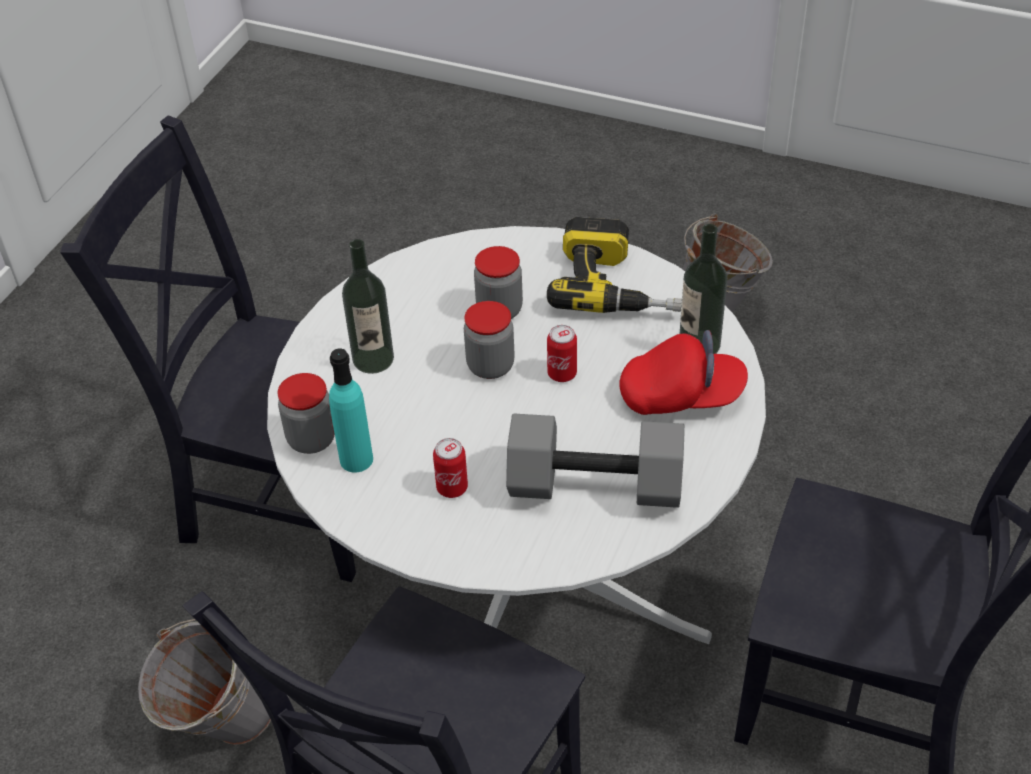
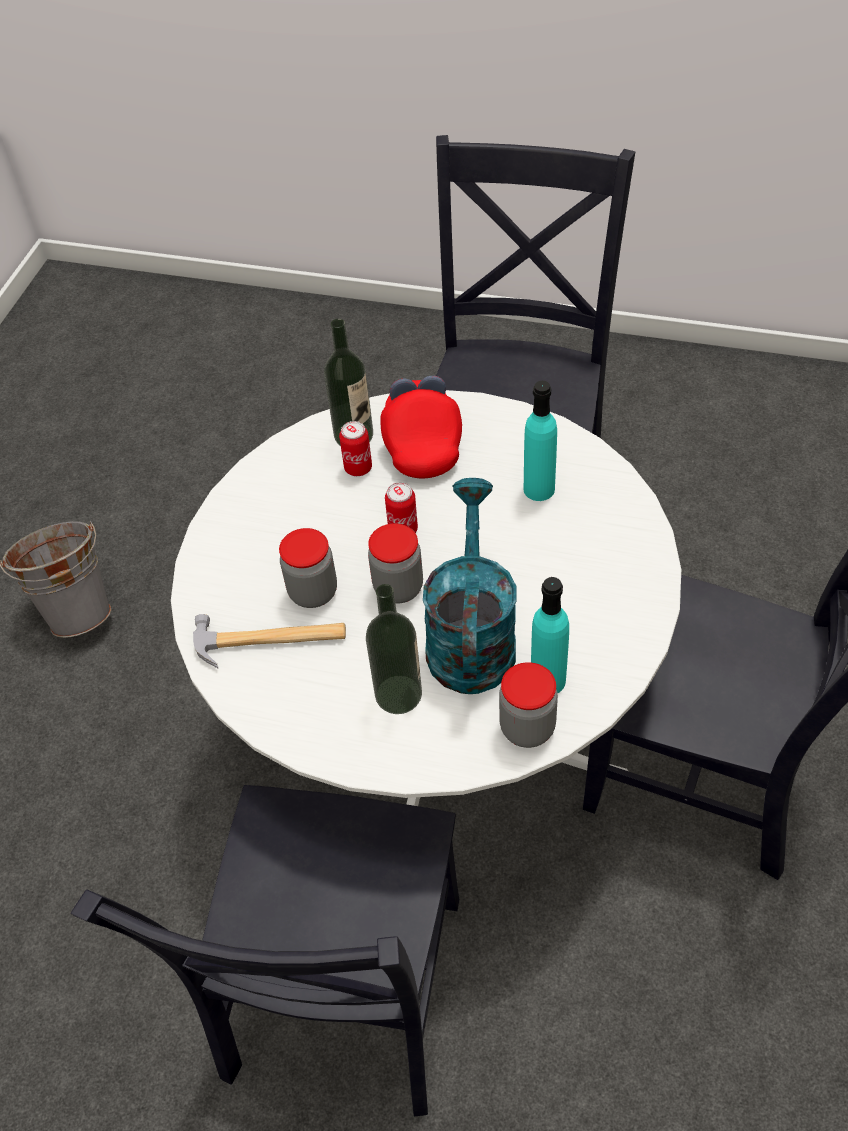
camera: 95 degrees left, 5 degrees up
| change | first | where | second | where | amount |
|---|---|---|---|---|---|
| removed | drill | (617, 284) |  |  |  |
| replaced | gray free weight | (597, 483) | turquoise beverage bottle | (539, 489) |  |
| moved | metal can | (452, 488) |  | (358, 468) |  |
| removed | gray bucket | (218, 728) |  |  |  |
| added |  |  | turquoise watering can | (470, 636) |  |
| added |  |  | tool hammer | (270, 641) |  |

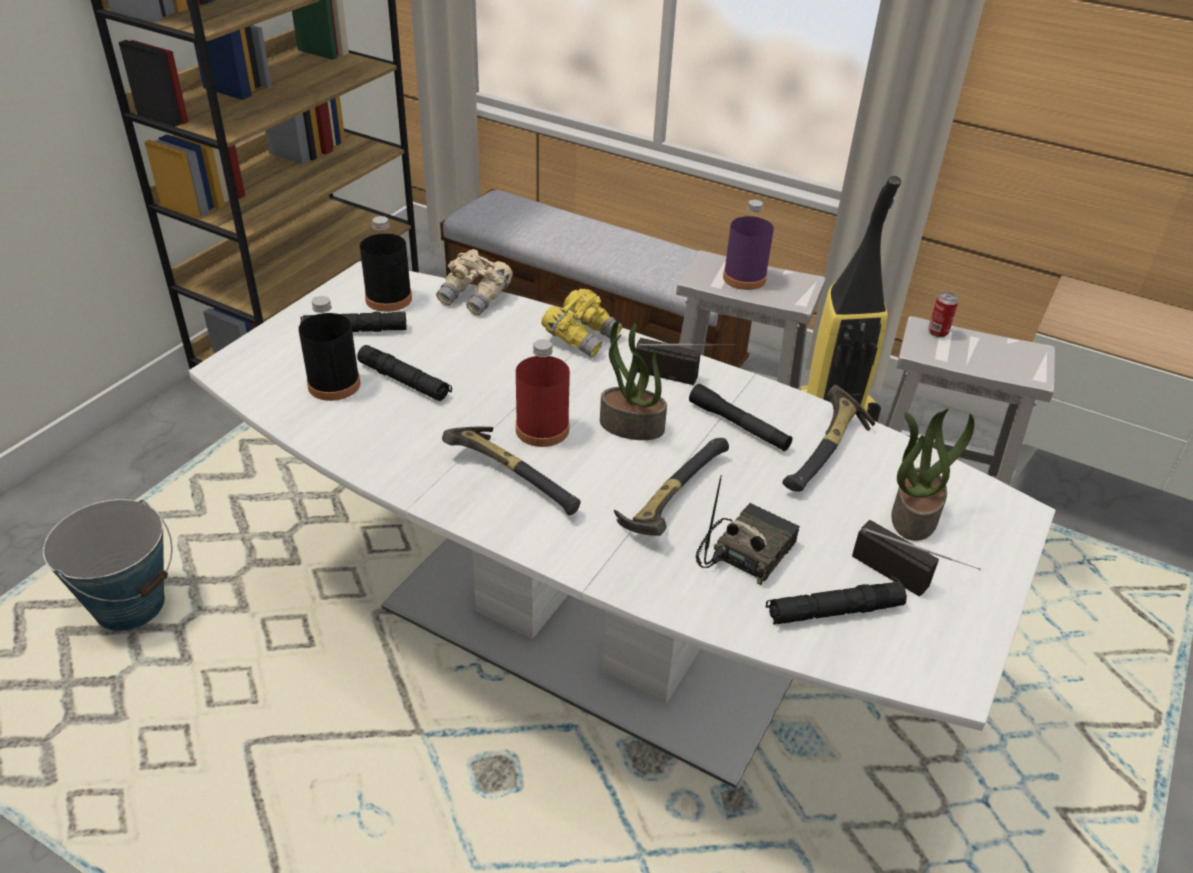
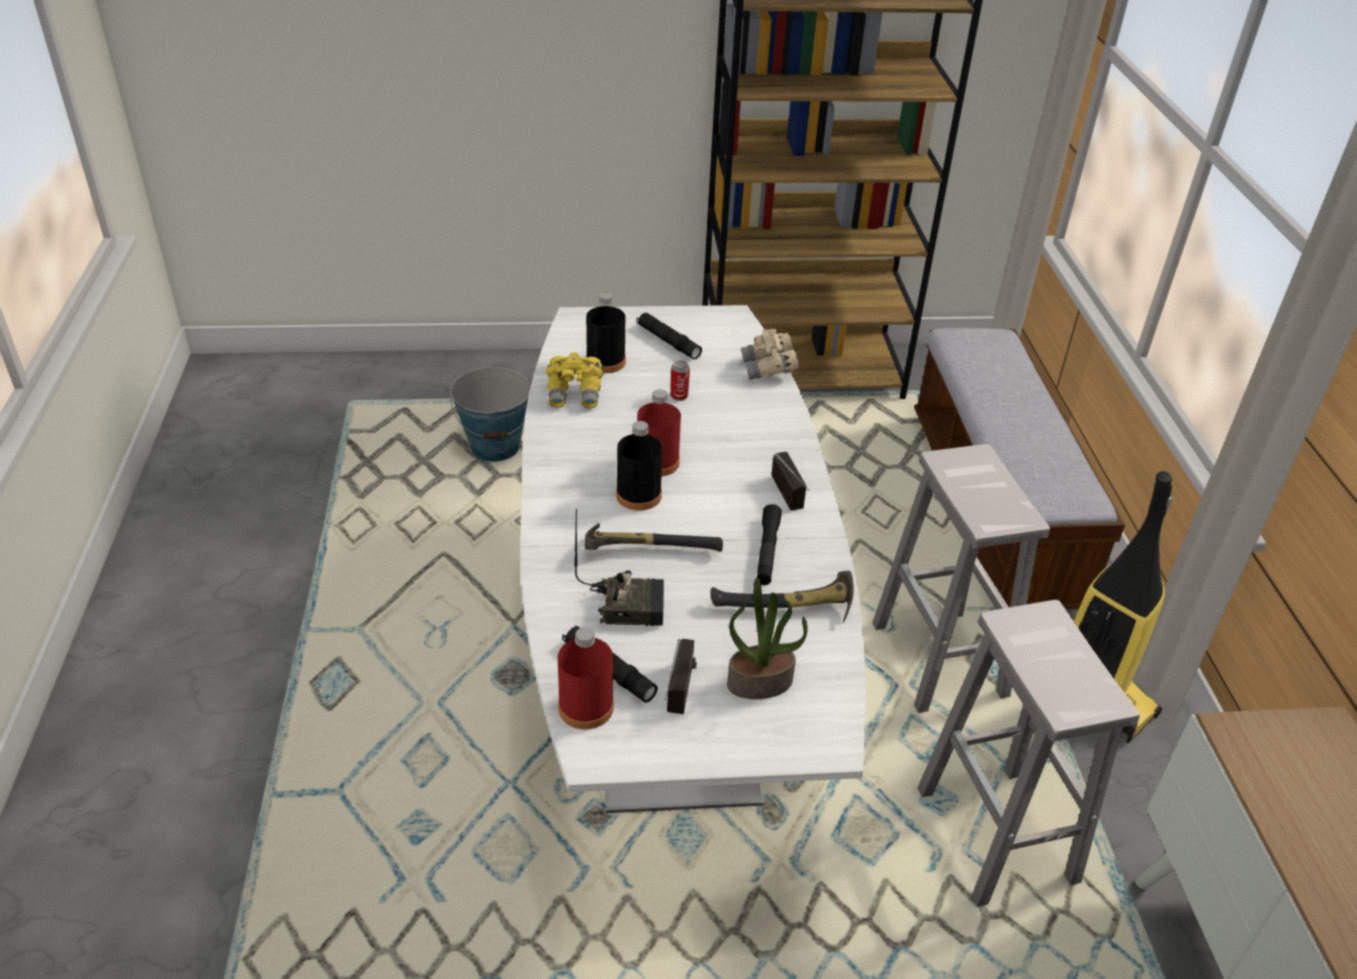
camera: 55 degrees right, 0 degrees up
| change | first | where | second | where | amount |
|---|---|---|---|---|---|
| removed | purple-coloured beverage bottle | (744, 278) |  |  |  |
| moved | blackish beverage bottle | (389, 299) |  | (638, 495) |  |
| moved | yellow pair of binoculars | (581, 337) |  | (575, 394) |  |
| moved | metal can | (938, 332) |  | (679, 396) |  |
| removed | potted plant | (630, 426) |  |  |  |
| removed | blackish flashlight | (404, 381) |  |  |  |
| removed | tool hammer | (515, 475) |  |  |  |
| added |  |  | reddish beverage bottle | (586, 707) |  |

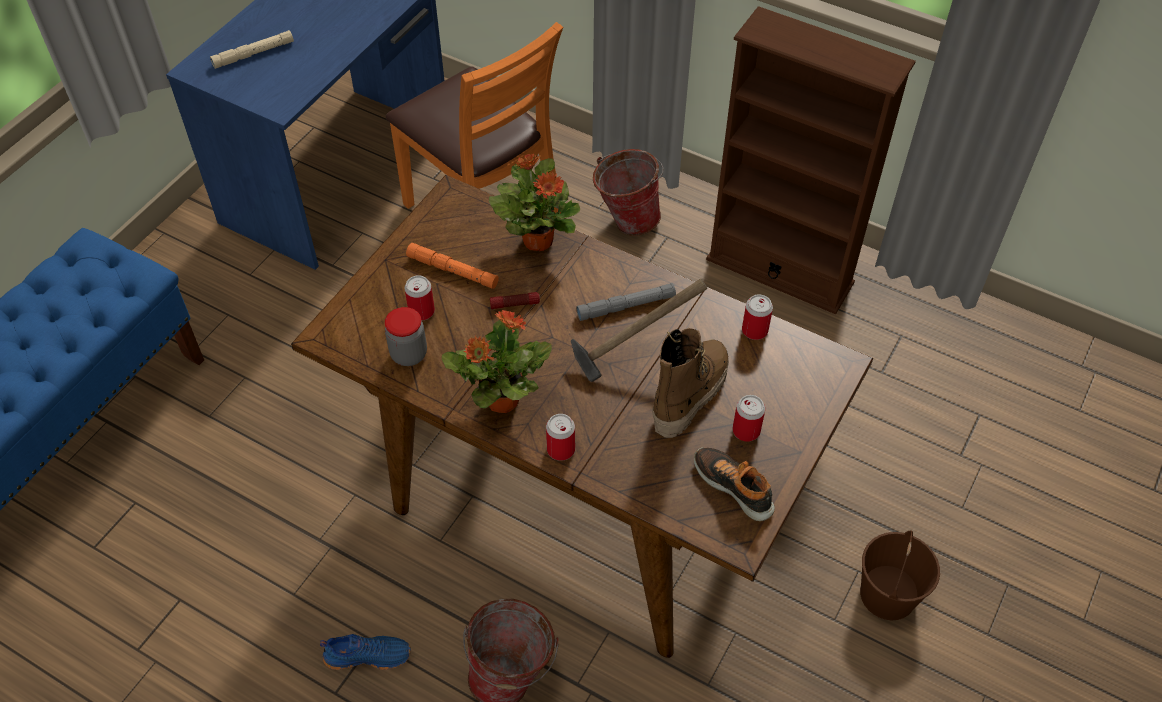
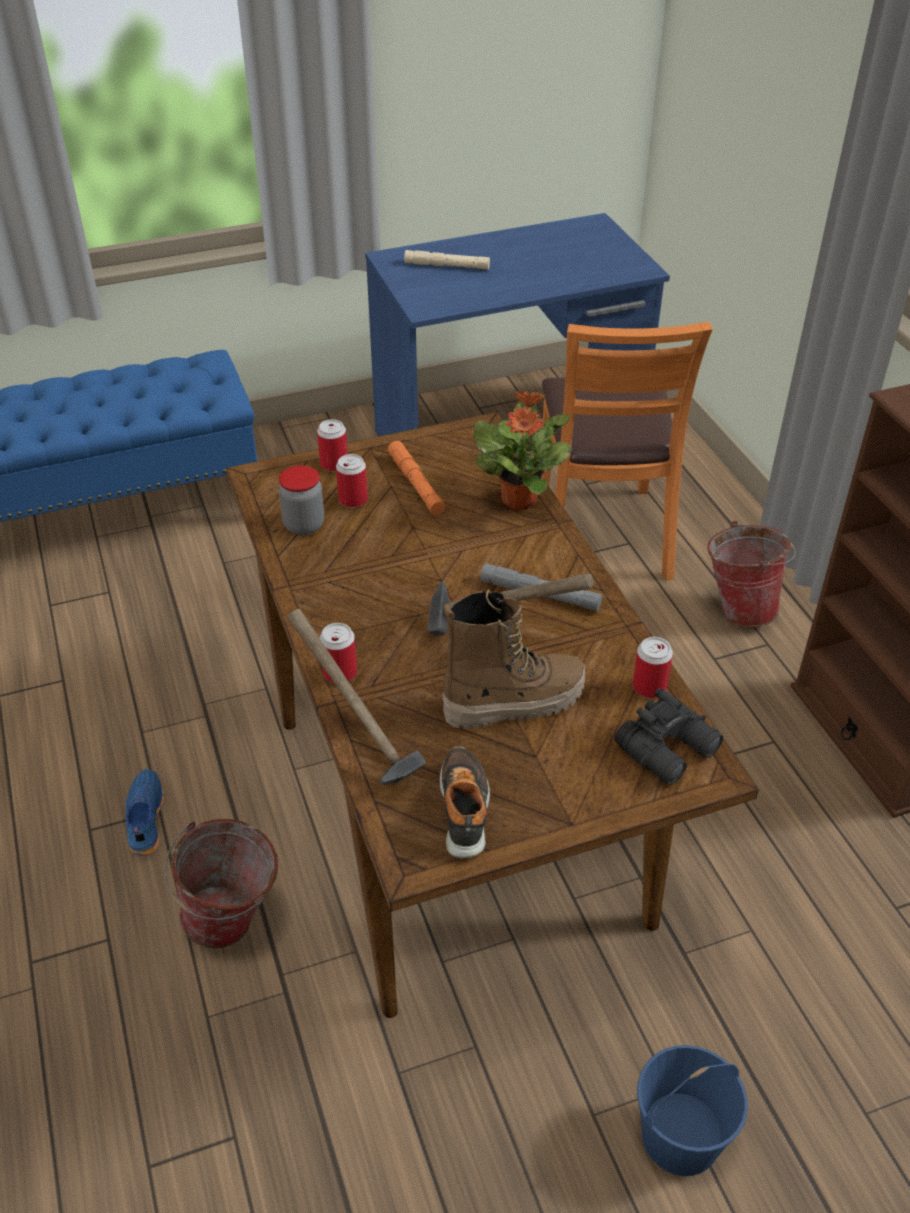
camera: 40 degrees right, 10 degrees down
| change | first | where | second | where | amount |
|---|---|---|---|---|---|
| removed | flashlight | (515, 304) |  |  |  |
| removed | potted plant | (501, 400) |  |  |  |
| moved | metal can | (746, 430) |  | (334, 464) |  |
| recoloured | brown bucket | (888, 595) | bluish bucket | (680, 1137) |  |
| turned | bluish item of footwear | (368, 655) |  | (144, 819) | 135 degrees counterclockwise |
| added |  |  | tool hammer | (357, 743) |  |
| added |  |  | blackish pair of binoculars | (670, 749) |  |

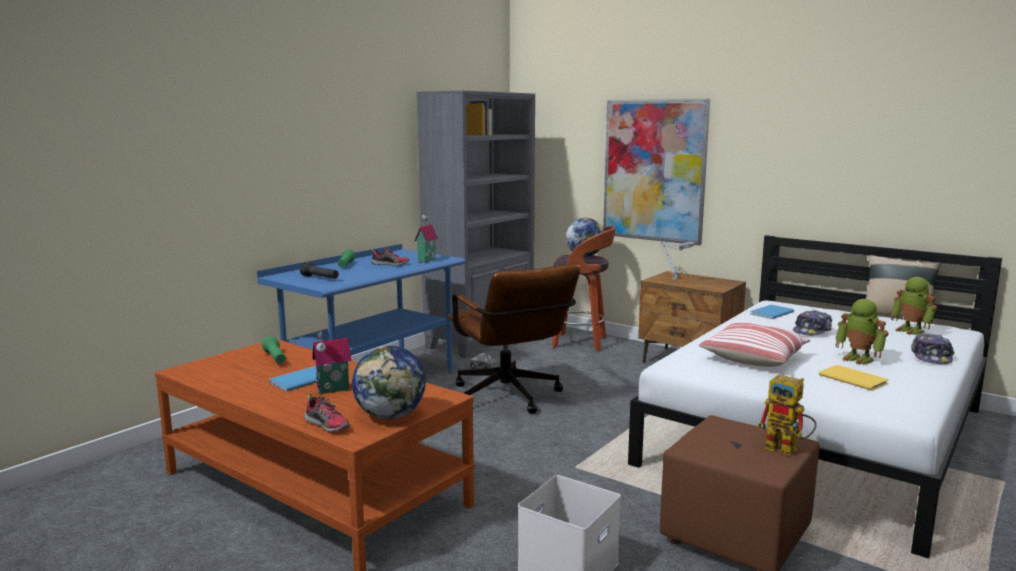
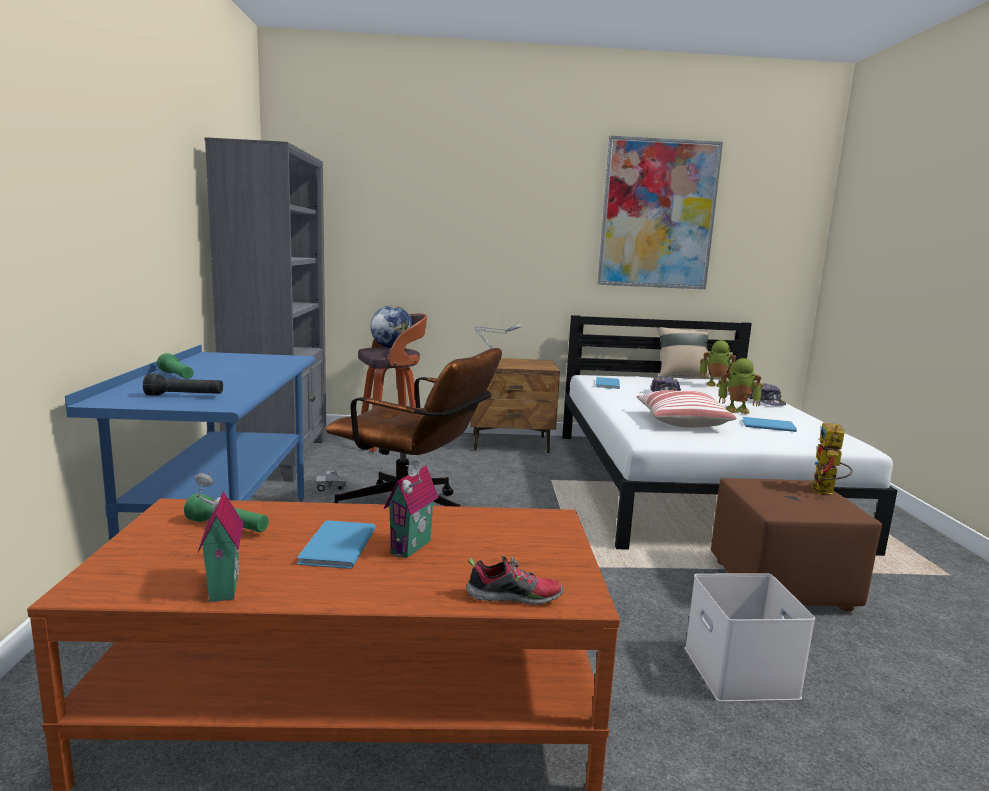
camera: 40 degrees left, 0 degrees up
| change | first | where | second | where | amount |
|---|---|---|---|---|---|
| moved | picture | (654, 171) |  | (658, 214) |  |
| moved | miniature house | (425, 260) |  | (220, 587) |  |
| removed | item of footwear | (390, 264) |  |  |  |
| removed | globe | (391, 416) |  |  |  |
| recoloured | yellow bound book | (852, 378) | bluish bound book | (766, 425) |  |
| turned | robot figure | (788, 449) |  | (826, 492) | 105 degrees clockwise |

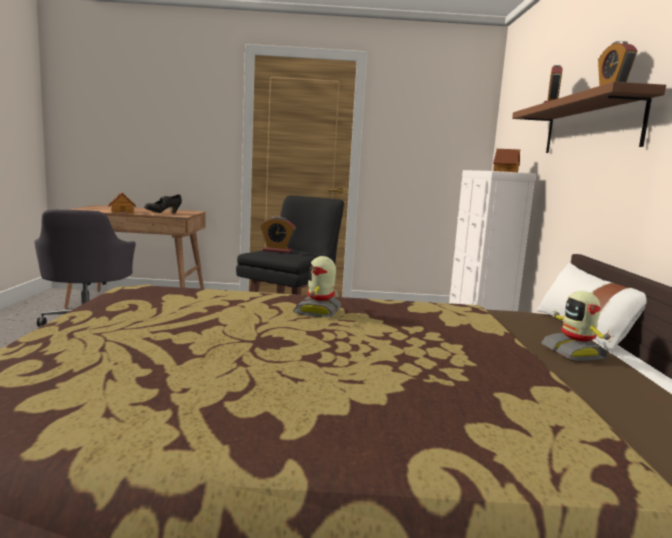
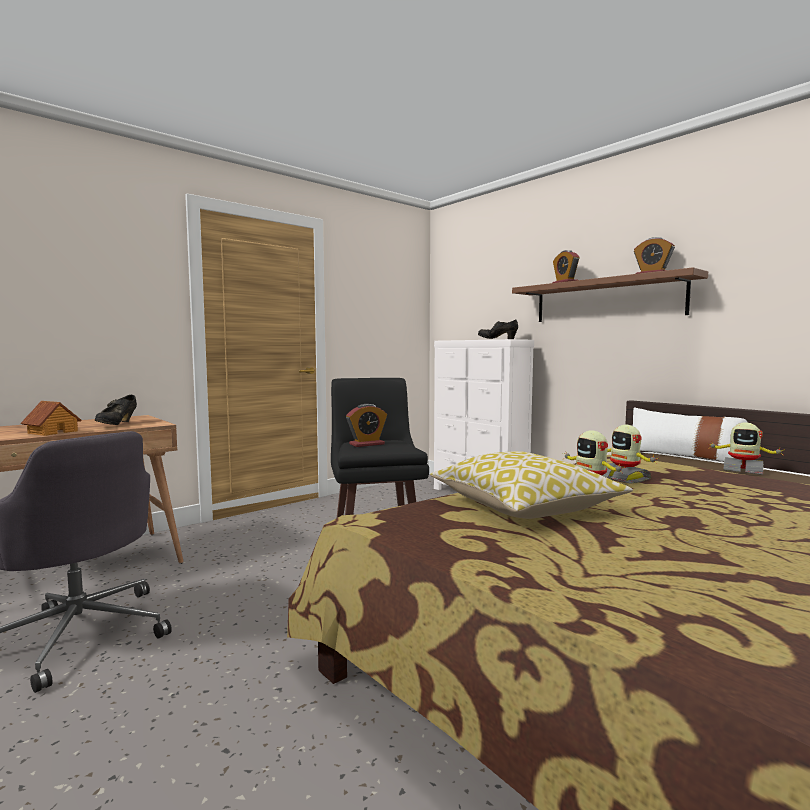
camera: 40 degrees left, 5 degrees down
| change | first | where | second | where | amount |
|---|---|---|---|---|---|
| replaced | miniature house | (506, 171) | blackish item of footwear | (497, 339) |  |
| added |  |  | robot figure | (623, 478) |  |
| added |  |  | throw pillow | (524, 507) |  |

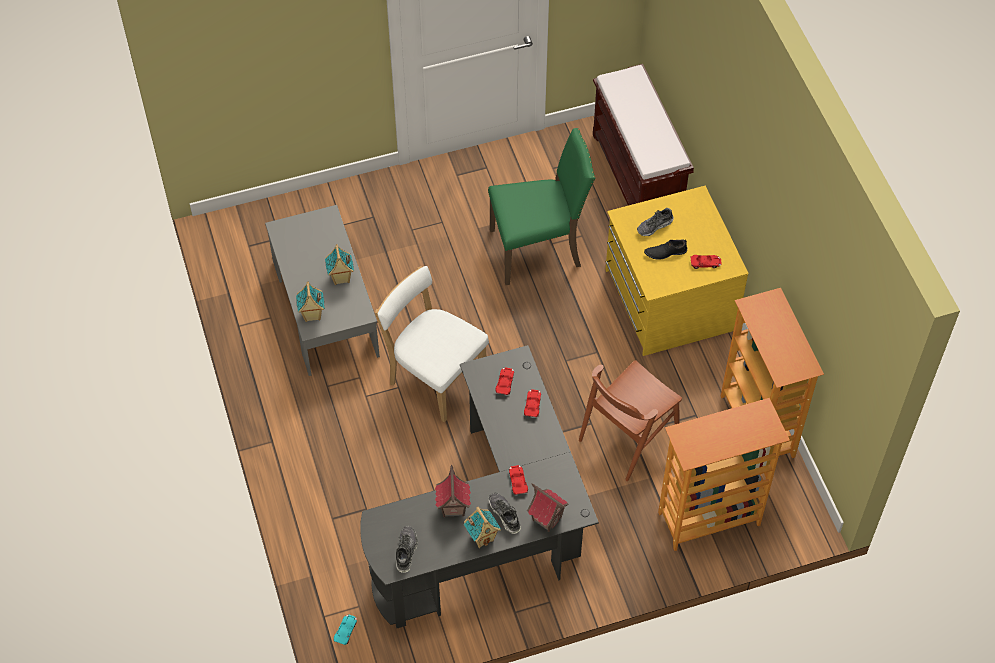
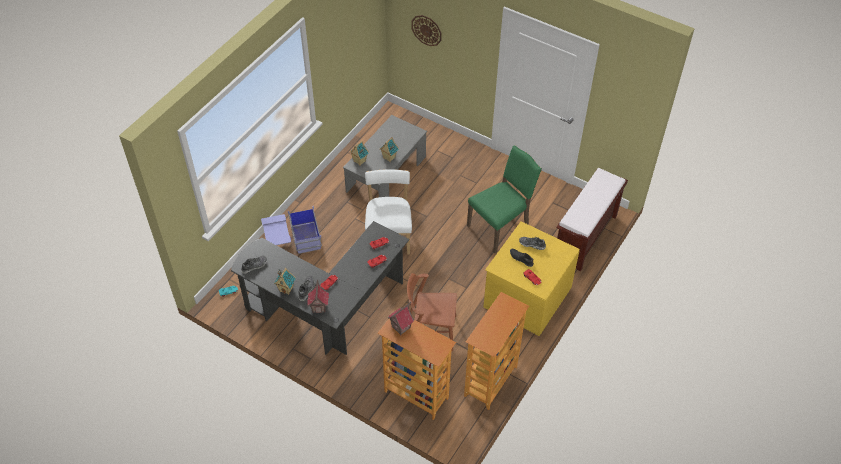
camera: 50 degrees right, 5 degrees down
| change | first | where | second | where | amount |
|---|---|---|---|---|---|
| turned | green plain chair | (538, 249) |  | (500, 227) | 75 degrees counterclockwise |
| moved | miniature house | (453, 507) |  | (400, 327) |  |
| added |  |  | clock on the wall | (426, 30) |  |
| added |  |  | bluish storage bin | (292, 241) |  |

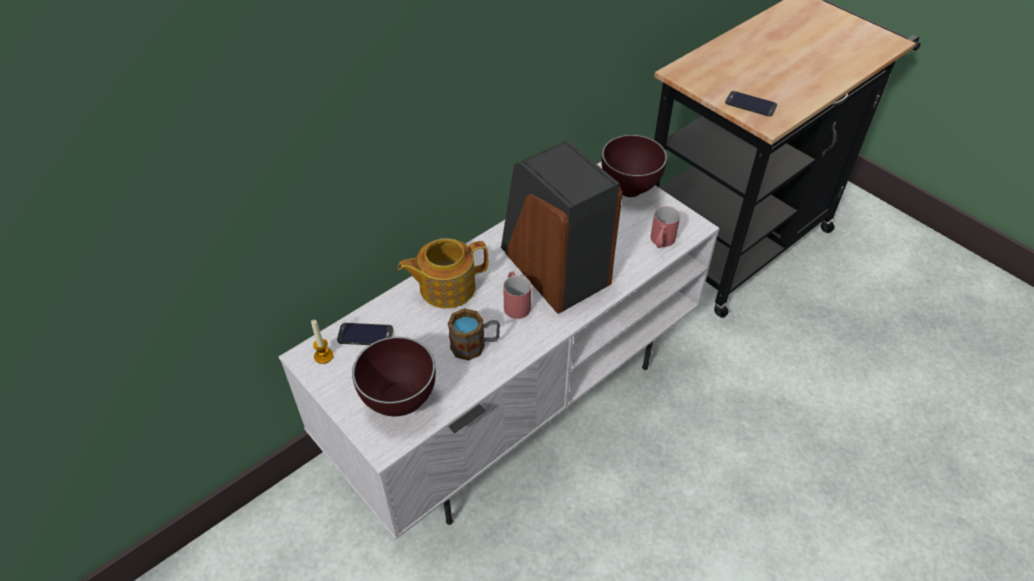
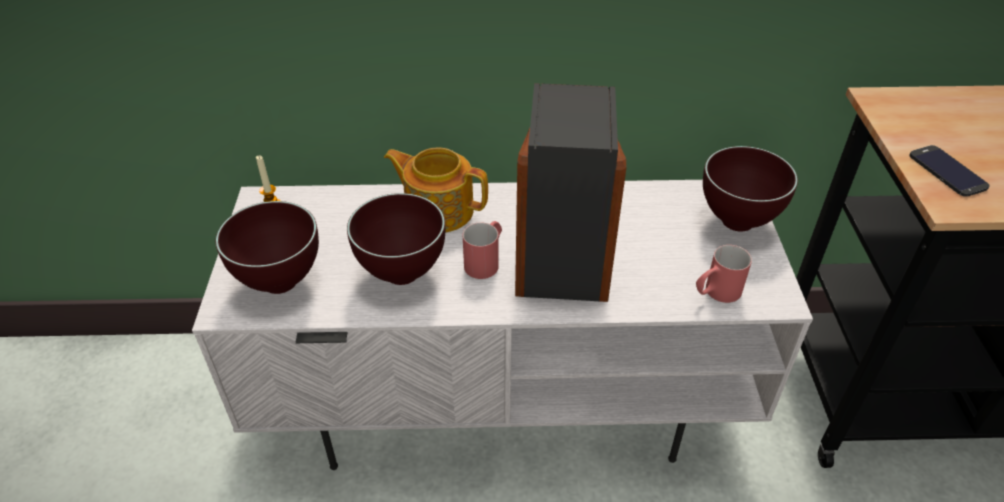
camera: 40 degrees right, 5 degrees down
| change | first | where | second | where | amount |
|---|---|---|---|---|---|
| replaced | coffee mug | (475, 345) | brown deep dish | (402, 276) |  |
| removed | phone | (365, 335) |  |  |  |

